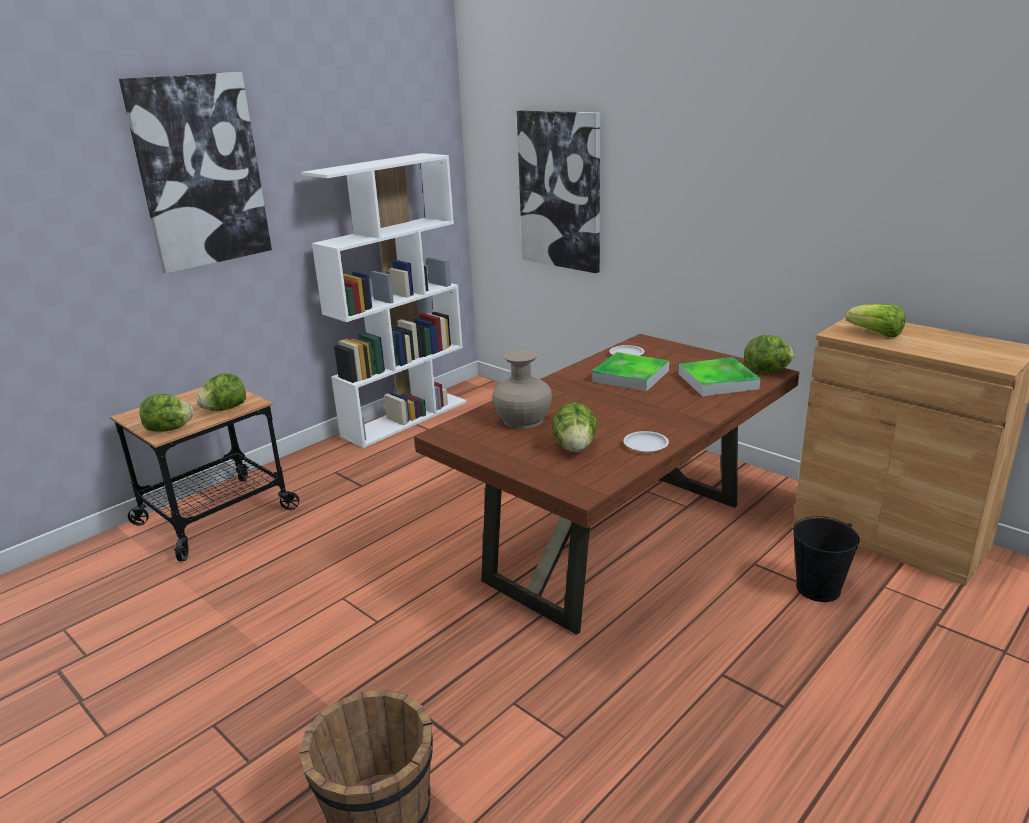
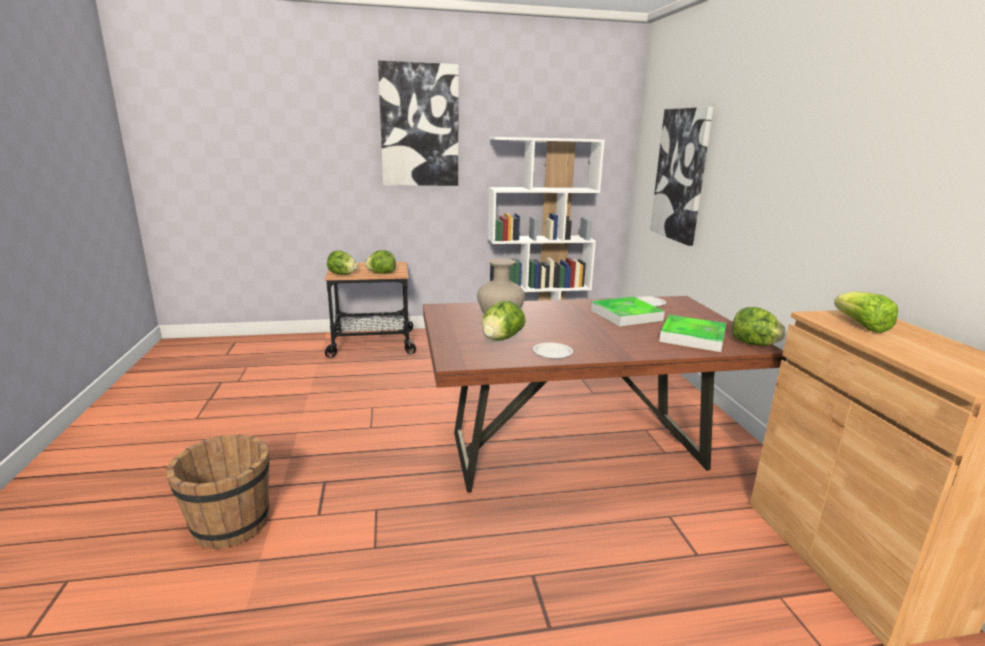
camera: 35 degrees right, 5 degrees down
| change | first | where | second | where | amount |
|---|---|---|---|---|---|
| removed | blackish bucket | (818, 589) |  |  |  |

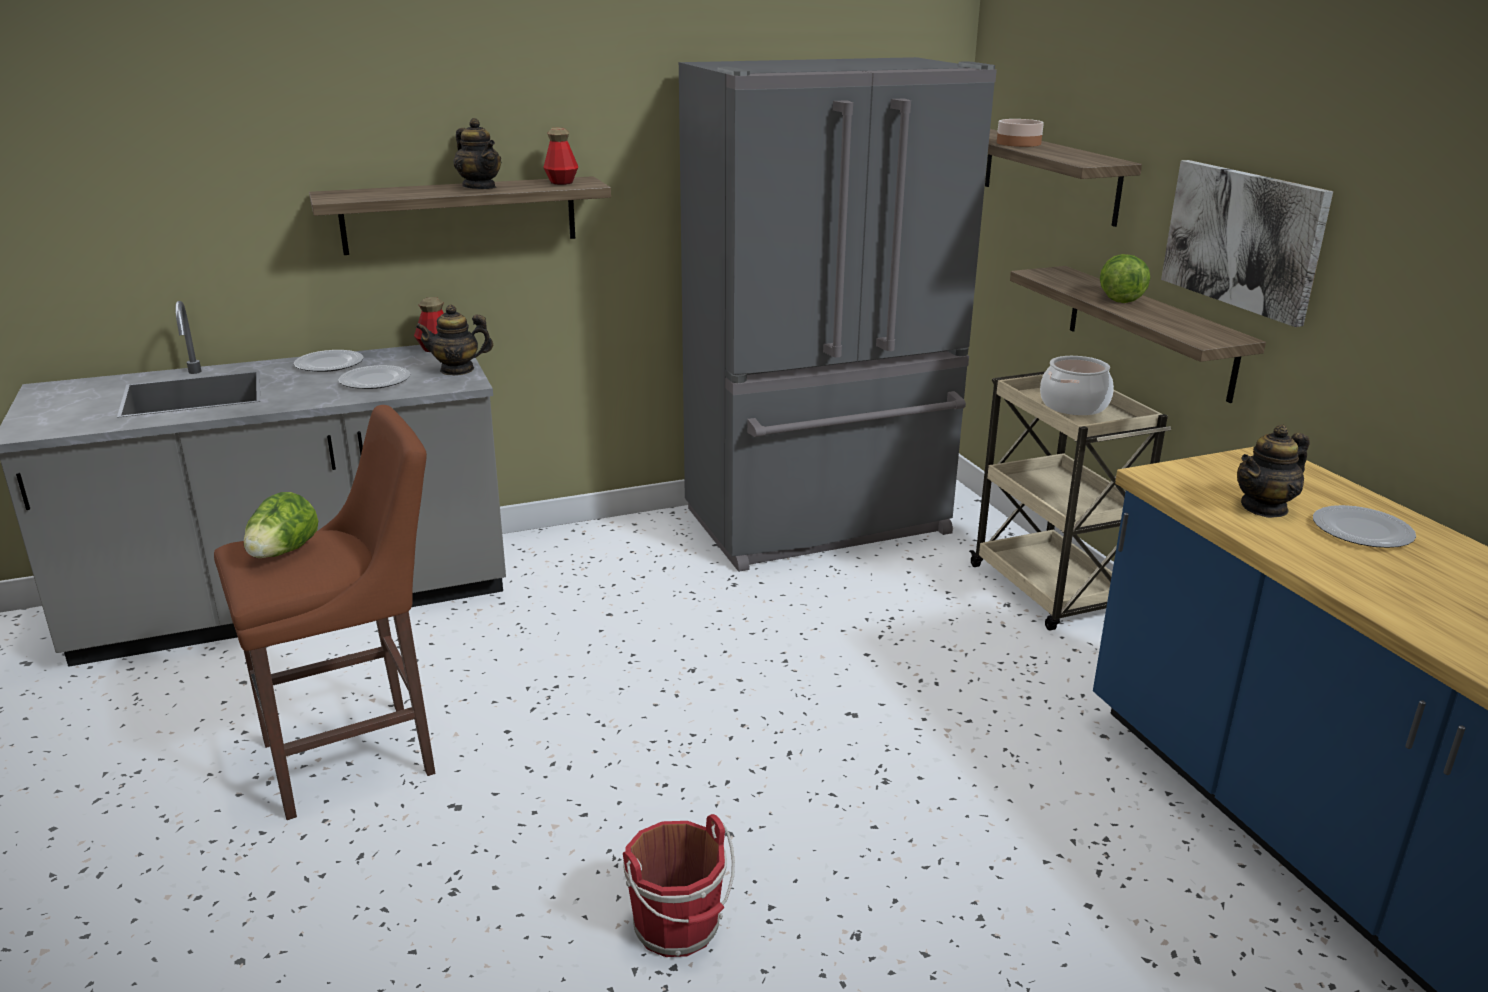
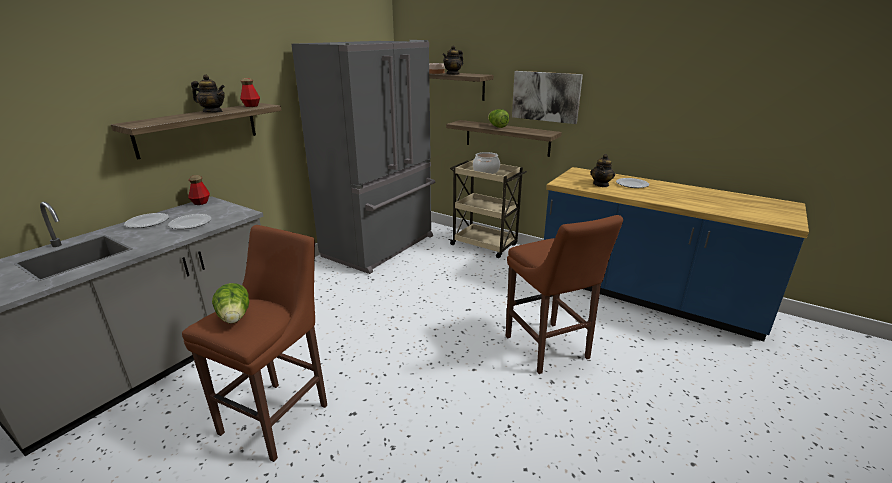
camera: 35 degrees left, 0 degrees up
| change | first | where | second | where | amount |
|---|---|---|---|---|---|
| moved | pot for tea | (457, 370) |  | (453, 74) |  |
| removed | reddish bucket | (679, 928) |  |  |  |
| added |  |  | brown sitting stool | (548, 349) |  |

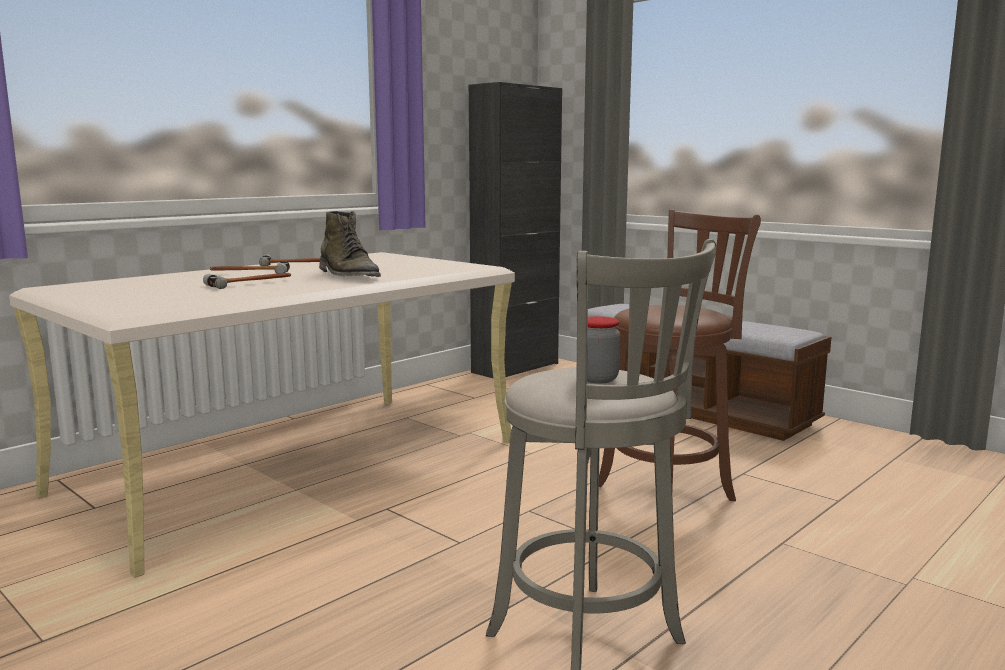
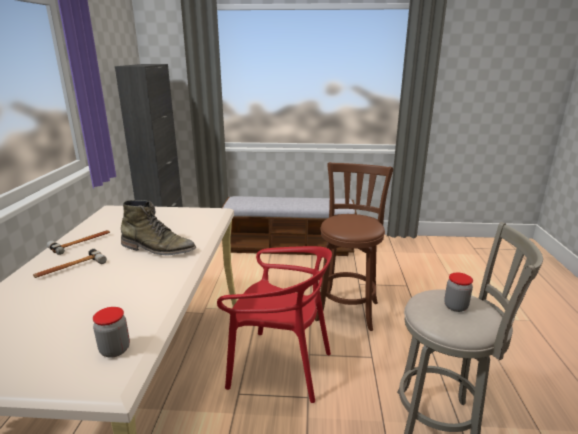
camera: 40 degrees left, 10 degrees up
| change | first | where | second | where | amount |
|---|---|---|---|---|---|
| removed | tool hammer | (250, 283) |  |  |  |
| added |  |  | reddish plain chair | (280, 367) |  |
| added |  |  | storage jar | (115, 350) |  |

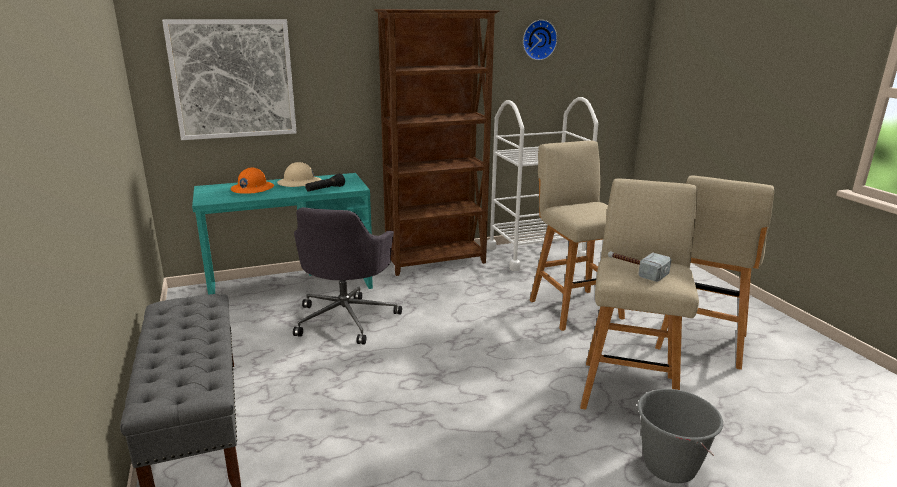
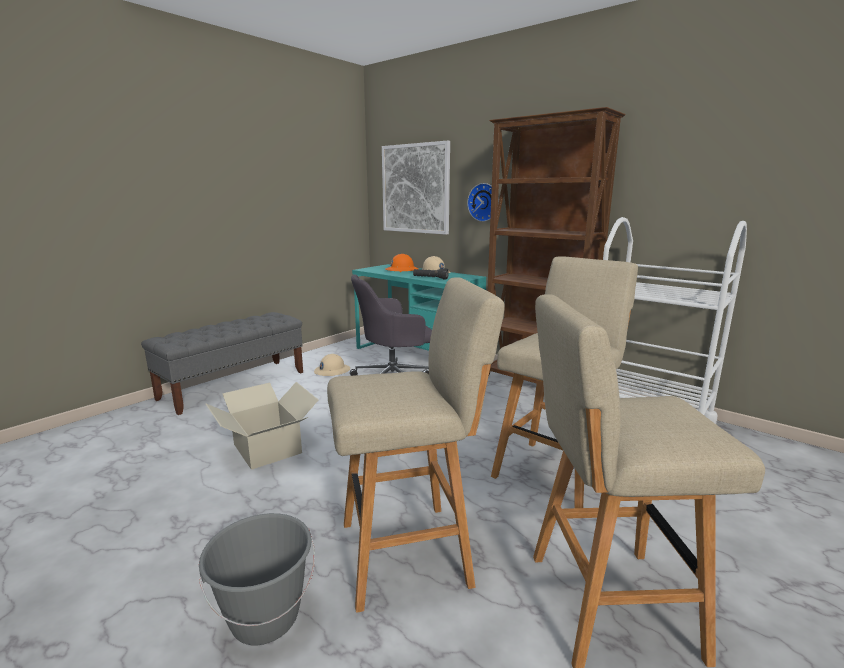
camera: 60 degrees right, 5 degrees down
| change | first | where | second | where | amount |
|---|---|---|---|---|---|
| moved | clock on the wall | (538, 40) |  | (484, 202) |  |
| removed | tool hammer | (635, 270) |  |  |  |
| added |  |  | beige work helmet | (332, 371) |  |
| added |  |  | carton | (268, 448) |  |

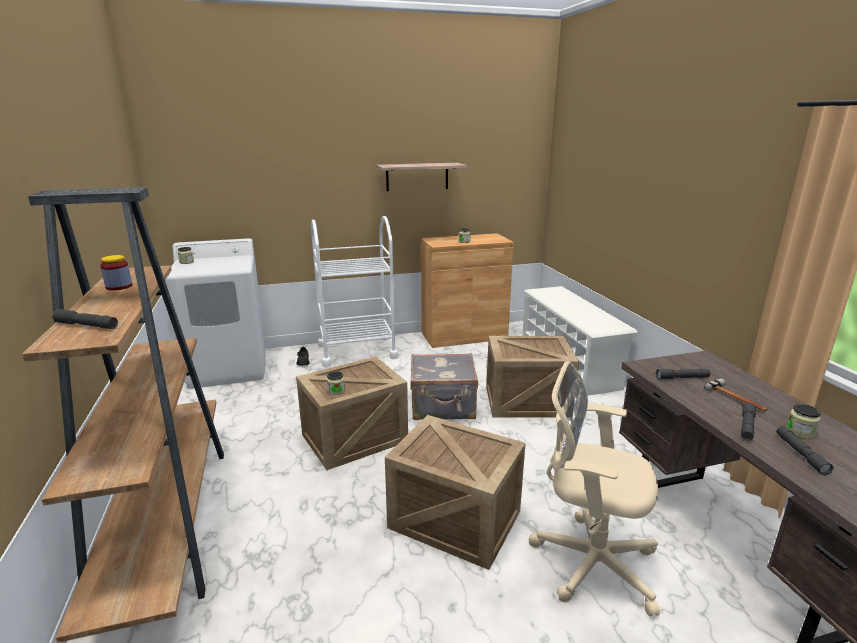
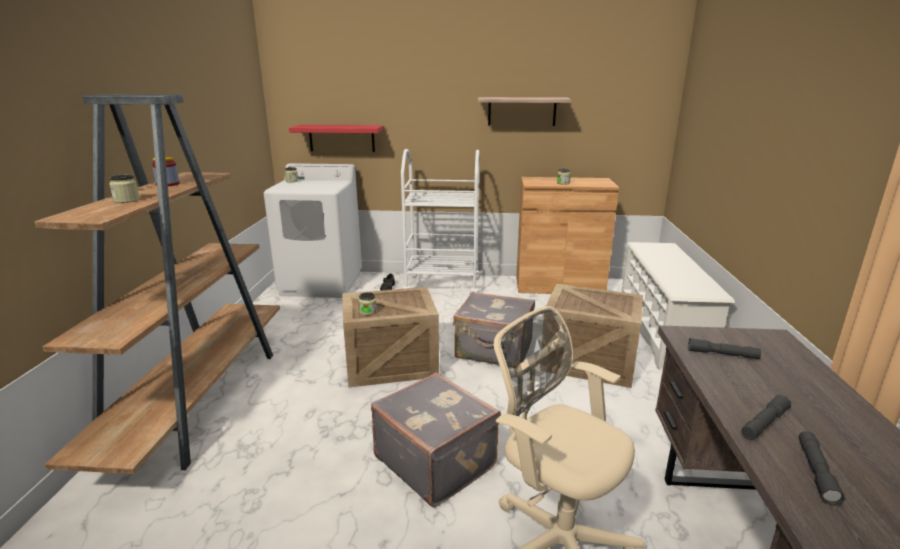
camera: 20 degrees right, 0 degrees up
| change | first | where | second | where | amount |
|---|---|---|---|---|---|
| removed | gray flashlight | (87, 325) |  |  |  |
| removed | tool hammer | (736, 399) |  |  |  |
| moved | storage jar | (800, 432) |  | (126, 200) |  |
| replaced | packing crate | (452, 520) | gray travel case | (436, 461) |  |
| added |  |  | reddish wall shelf | (341, 138) |  |

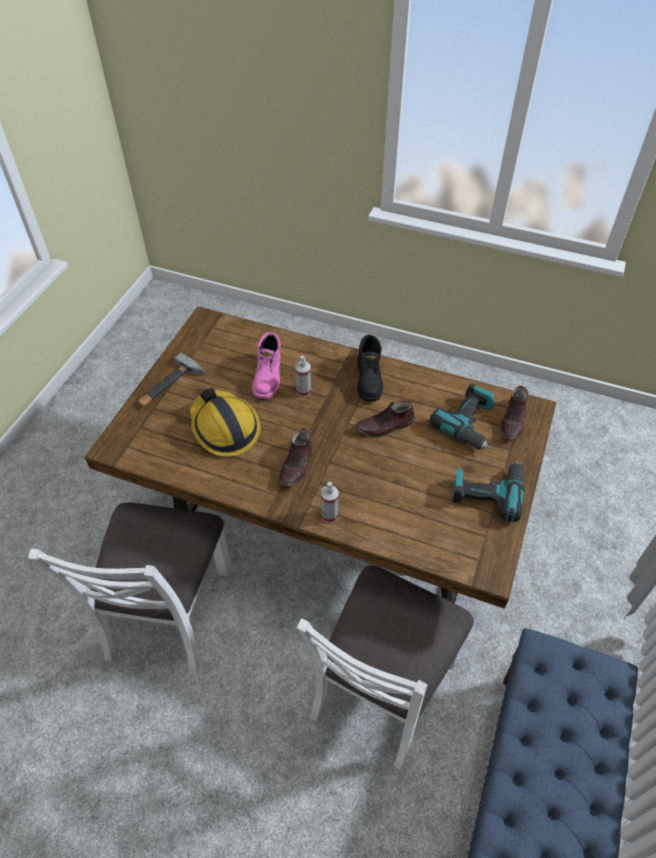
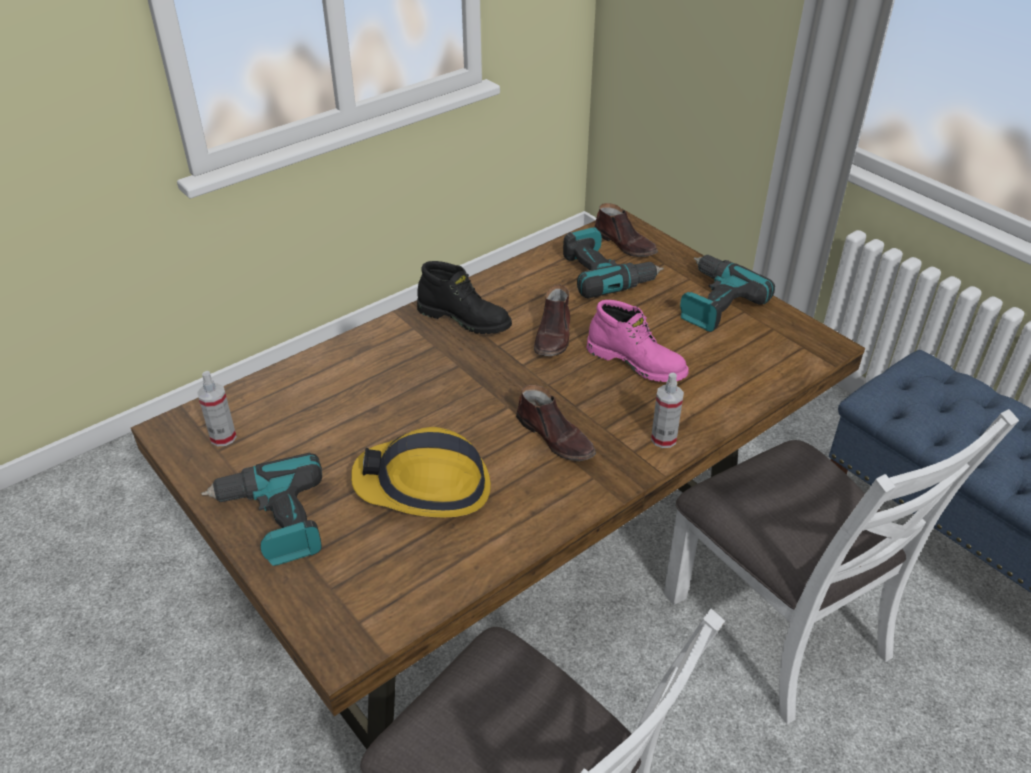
camera: 60 degrees left, 10 degrees down
| change | first | where | second | where | amount |
|---|---|---|---|---|---|
| moved | pink-coloured tall boot | (269, 377) |  | (637, 362) |  |
| replaced | tool hammer | (169, 386) | drill | (274, 521) |  |
| moved | hand sprayer | (303, 391) |  | (223, 437) |  |

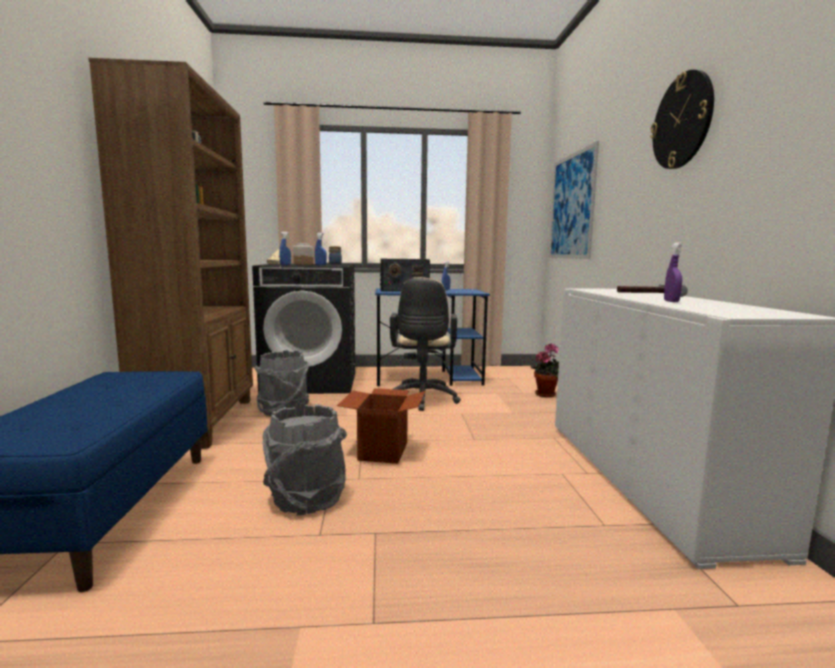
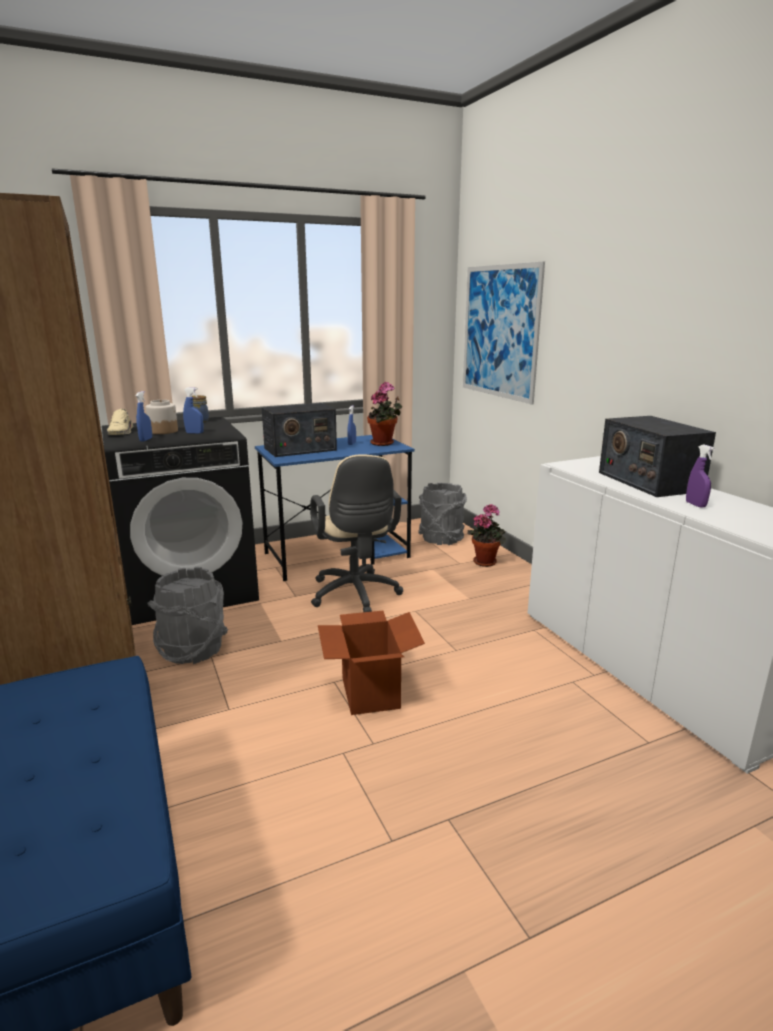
camera: 20 degrees left, 10 degrees up
| change | first | where | second | where | amount |
|---|---|---|---|---|---|
| removed | clock on the wall | (682, 121) |  |  |  |
| replaced | tool hammer | (648, 295) | radio receiver | (648, 481) |  |
| moved | gray bucket | (307, 498) |  | (441, 538) |  |
| added |  |  | potted plant | (384, 443) |  |

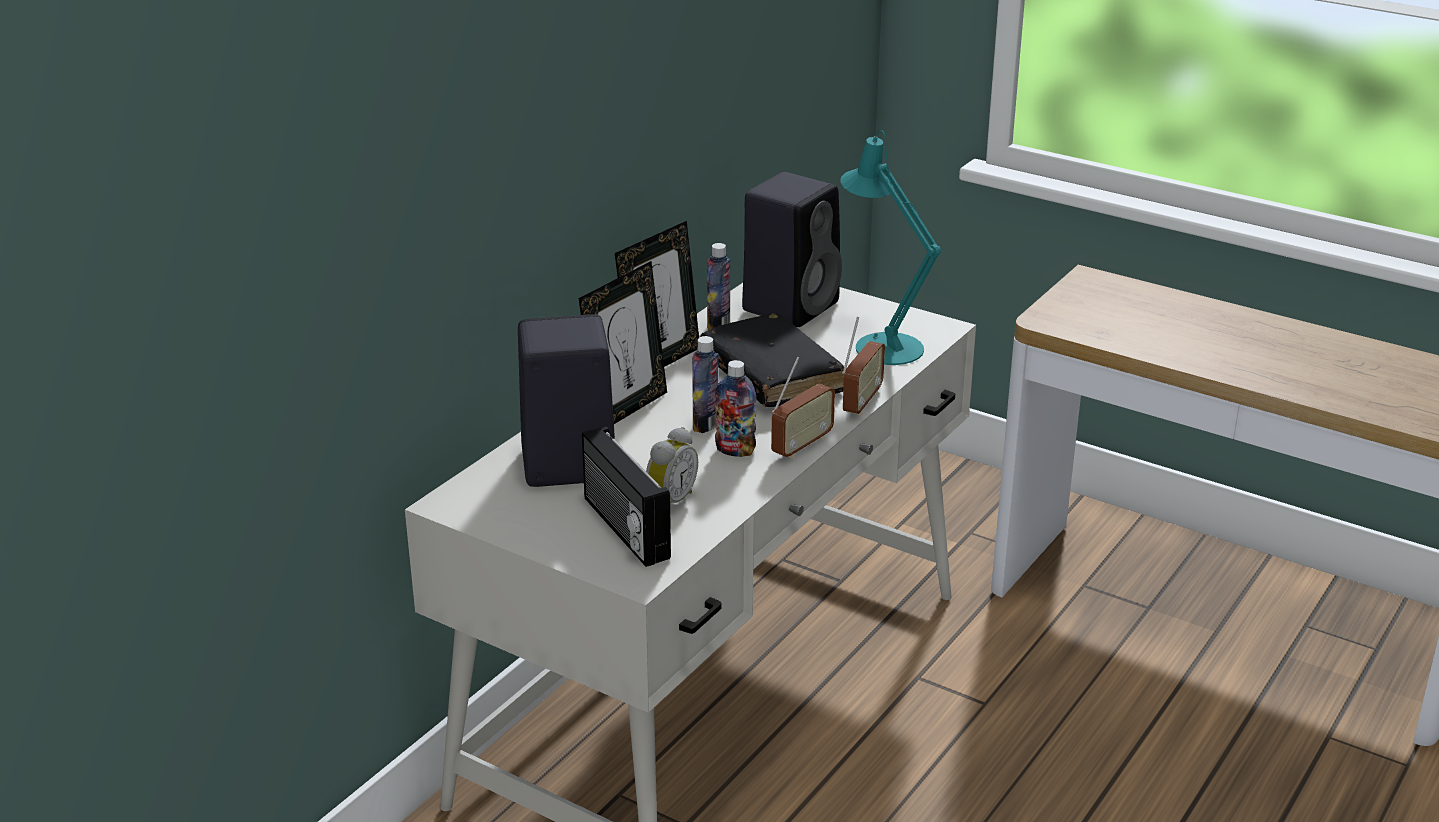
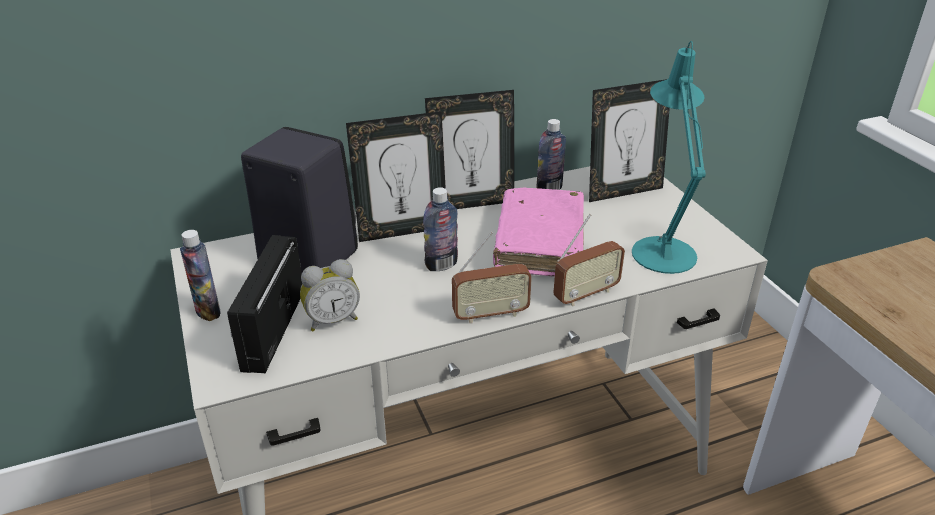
camera: 35 degrees right, 5 degrees up
| change | first | where | second | where | amount |
|---|---|---|---|---|---|
| replaced | blackish speaker | (791, 305) | picture frame | (623, 191) |  |
| recoloured | blackish bound book | (771, 375) | pink-coloured bound book | (540, 243) |  |
| moved | beverage bottle | (735, 450) |  | (208, 311) |  |

